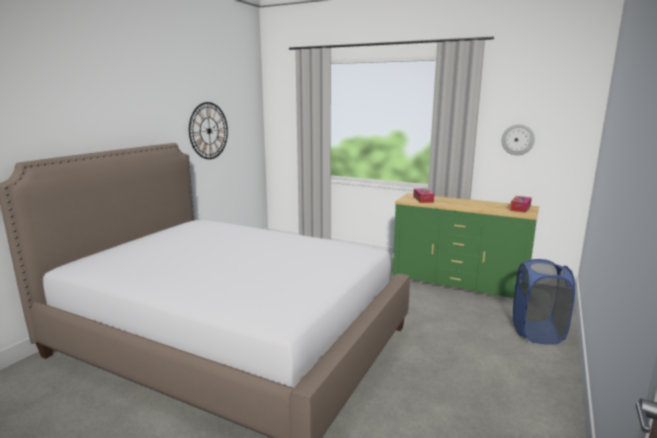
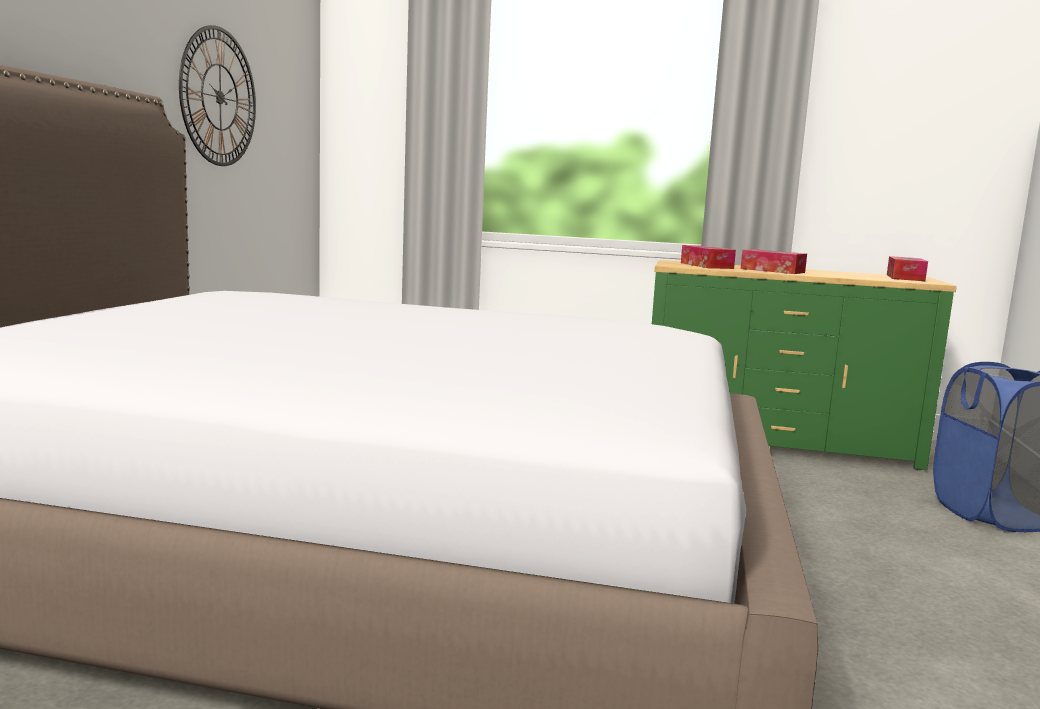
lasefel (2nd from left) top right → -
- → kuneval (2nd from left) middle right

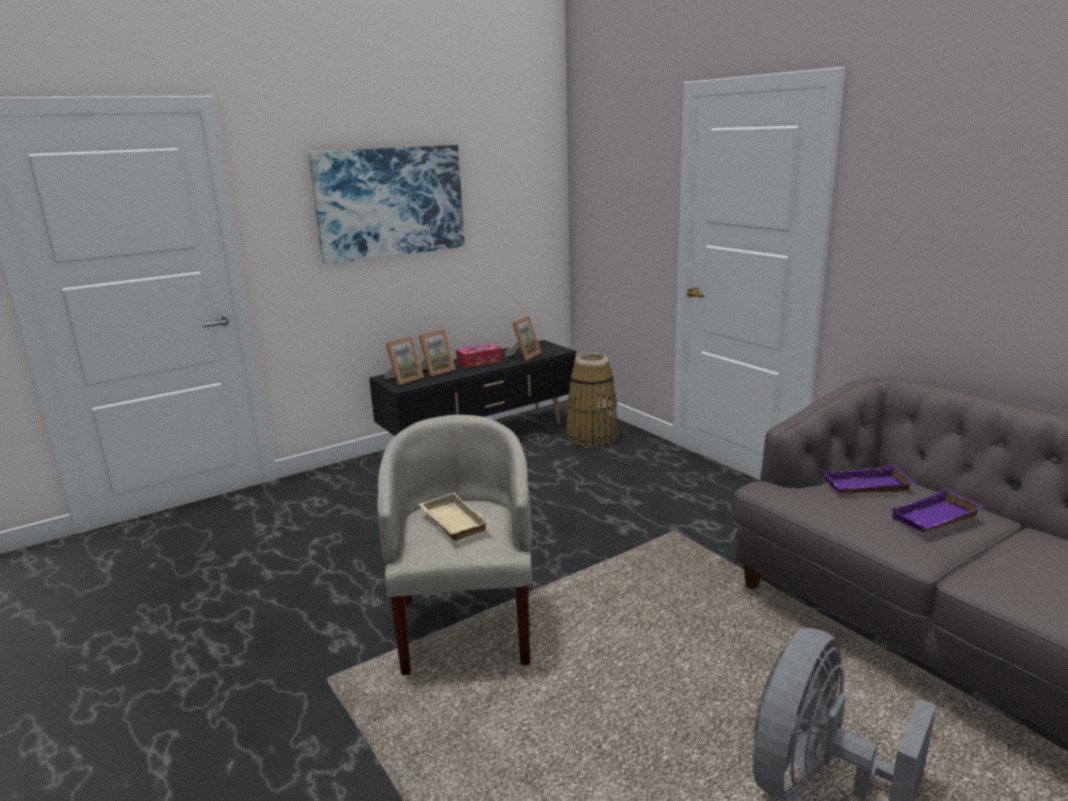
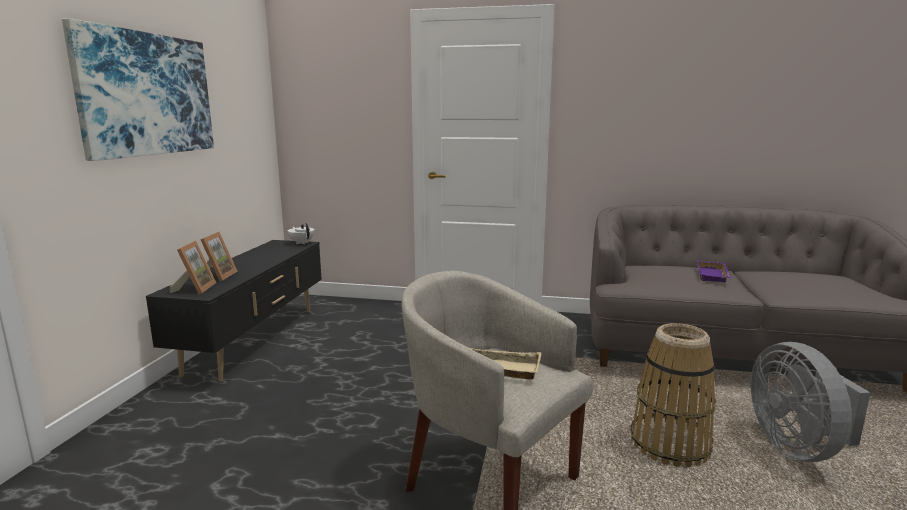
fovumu (3rd from left) centre → -
kuneval centre → -
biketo centre → biketo bottom right, move
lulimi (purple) (1st from left) middle right → -
- → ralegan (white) middle left

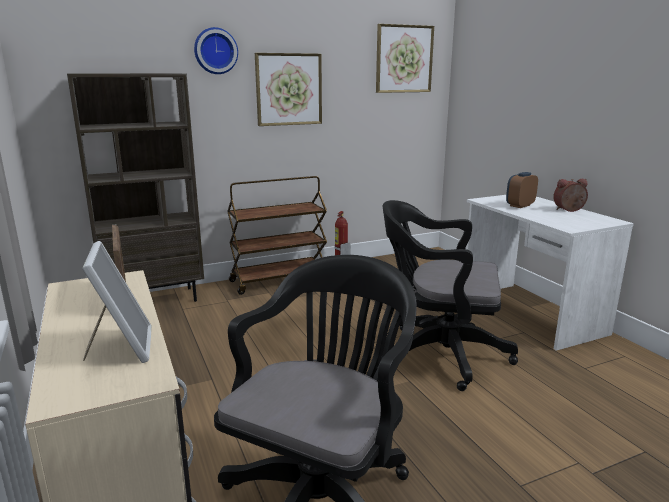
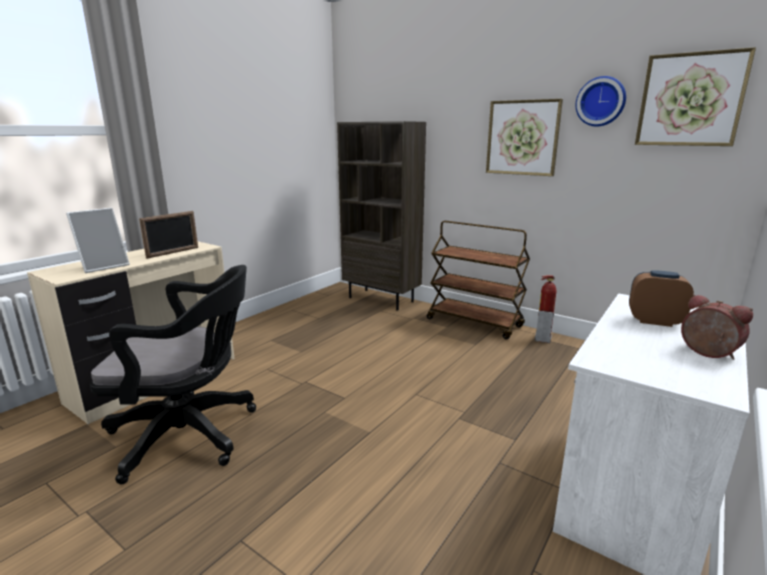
lasefel top left → lasefel top right, move
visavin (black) (2nd from left) middle right → -

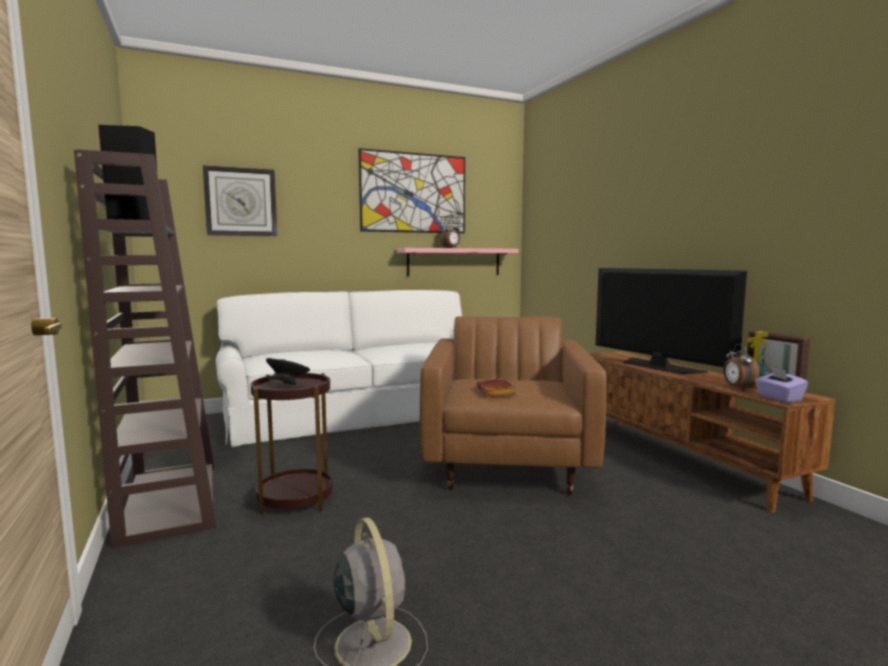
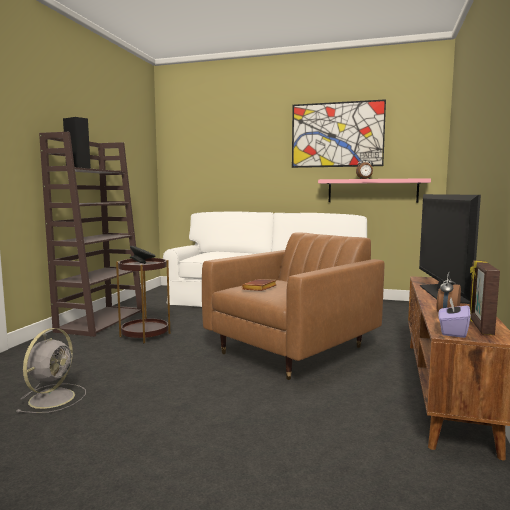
lasefel top left → -

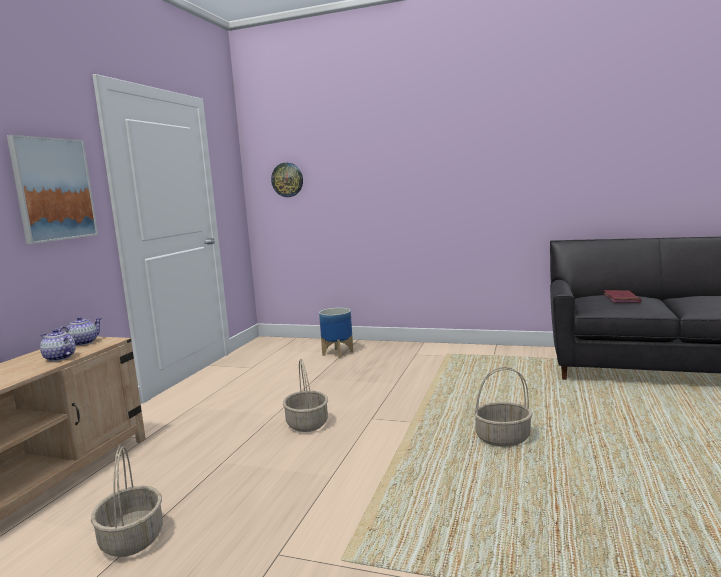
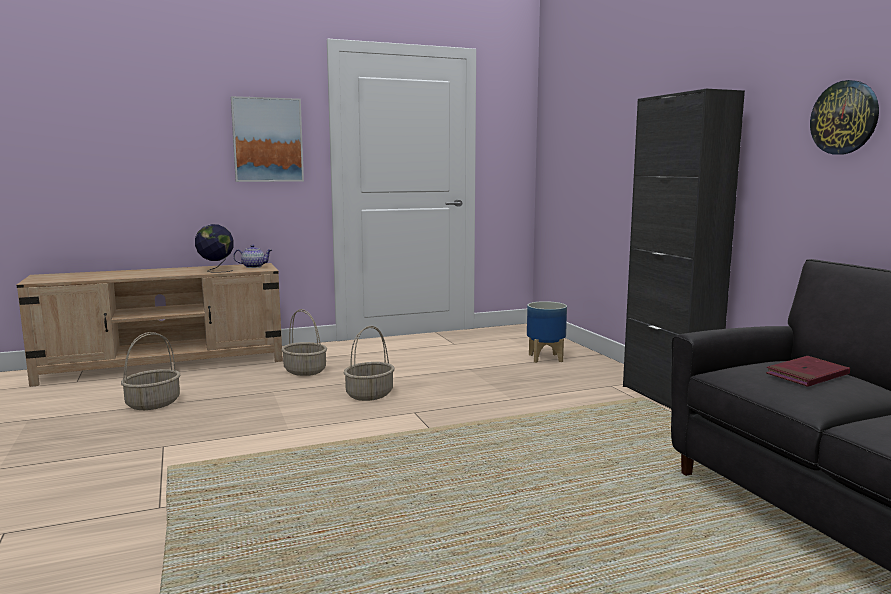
lasefel top centre → lasefel top right, move
ralegan (1st from left) middle left → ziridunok middle left
biketo (3rd from left in the first image) bottom right → biketo (2nd from left) centre, move
- → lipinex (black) middle right

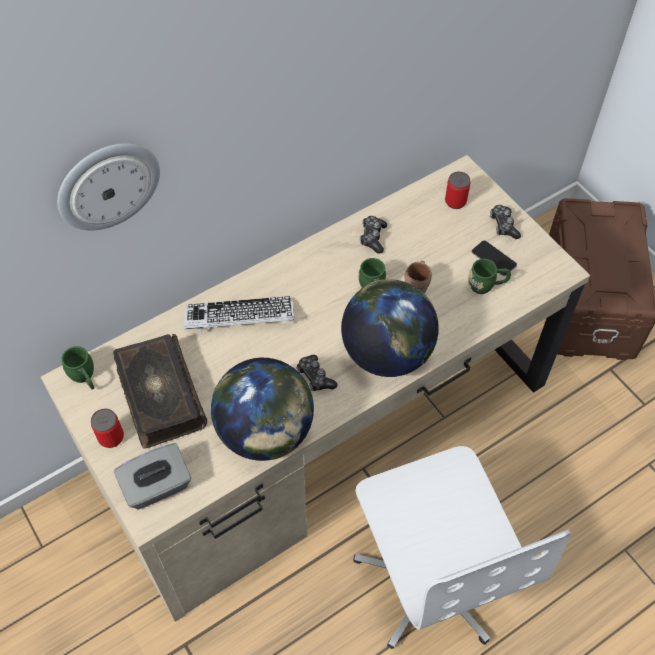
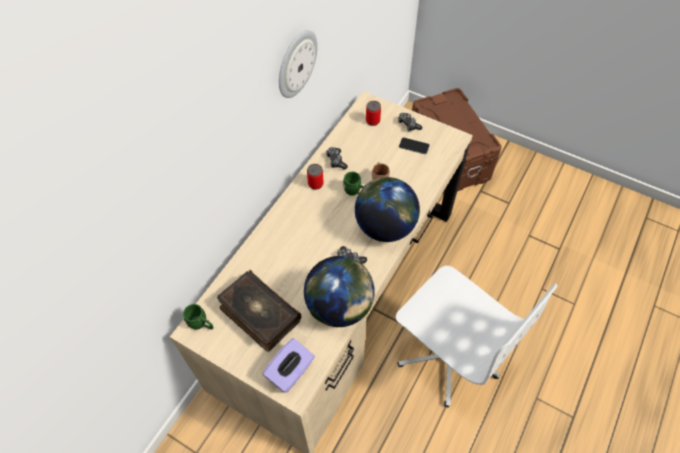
lasefel top left → lasefel top centre, move
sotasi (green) (3rd from left) middle right → -
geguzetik centre → -
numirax (1st from left) middle left → numirax (1st from left) centre, move
kuneval (grey) bottom left → kuneval (purple) bottom centre

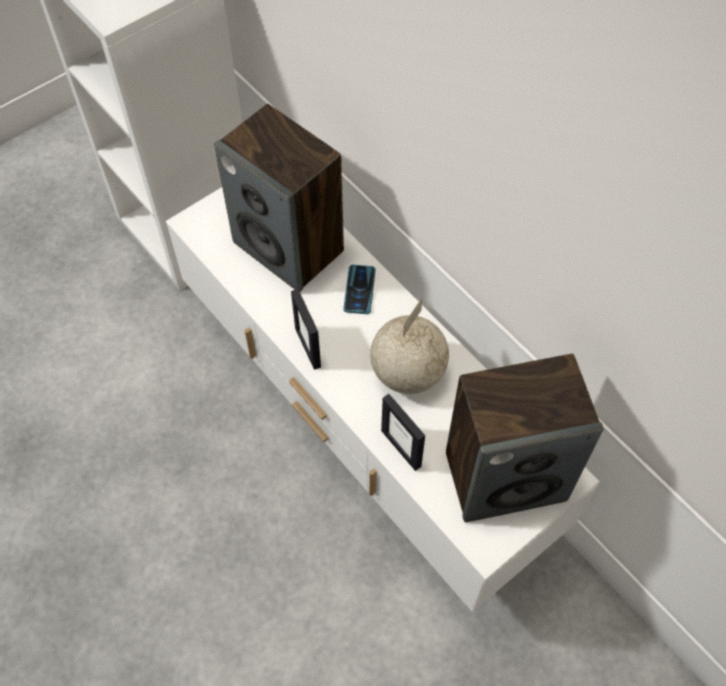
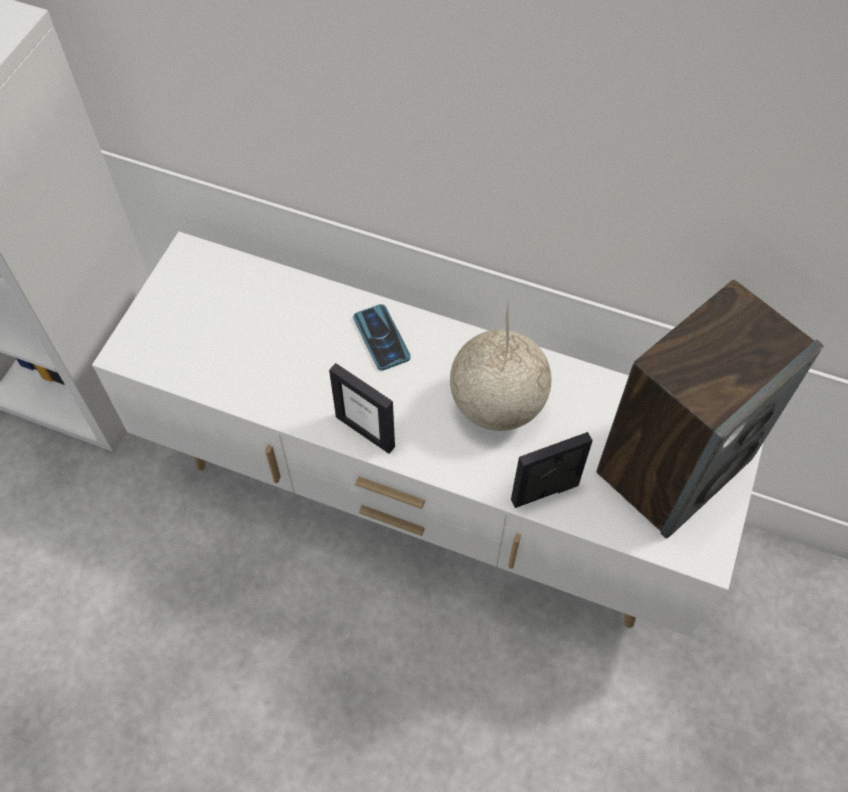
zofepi (1st from left) top centre → -
fovumu (2nd from left) centre, 135 degrees clockwise

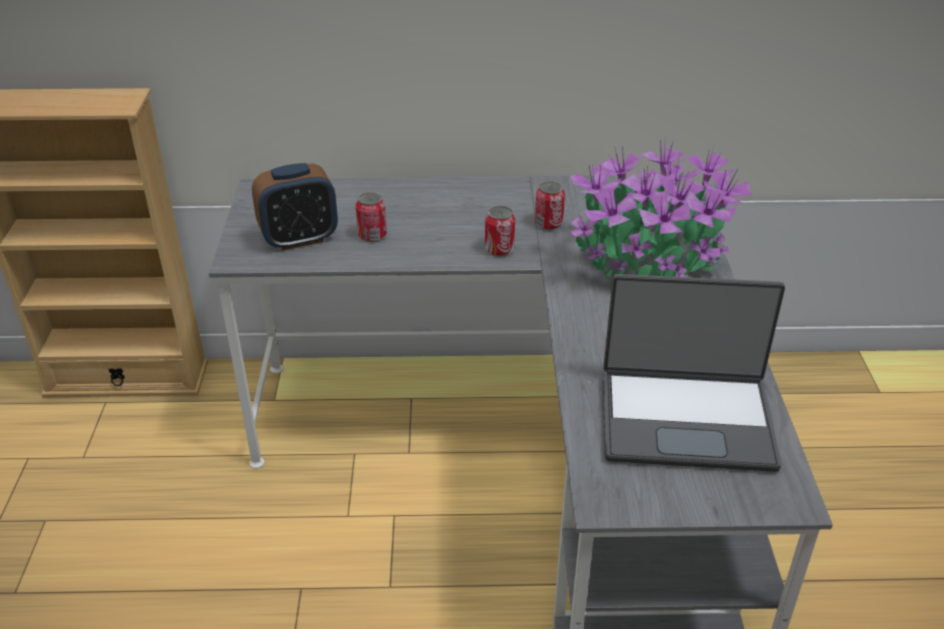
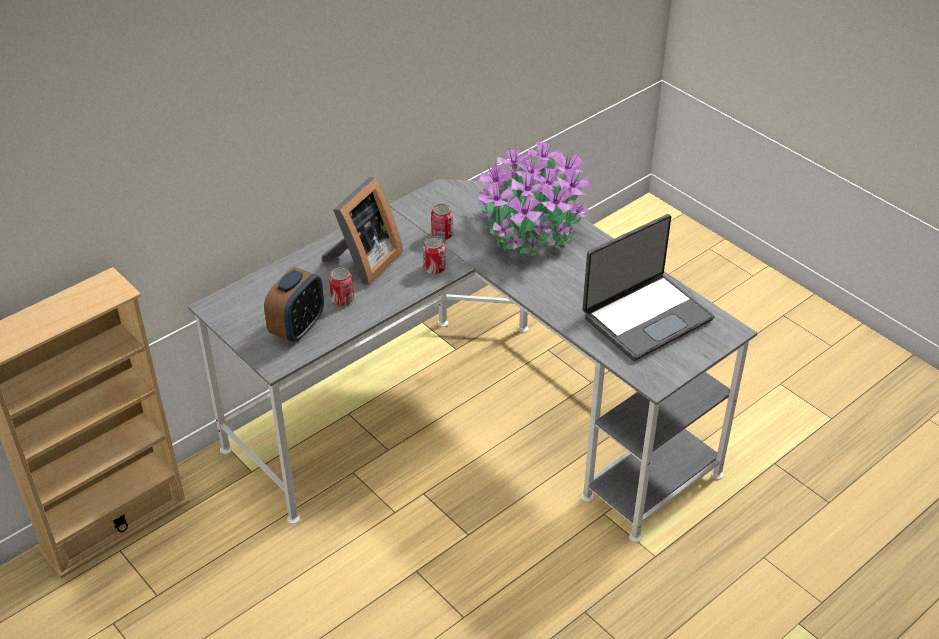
- → fovumu centre

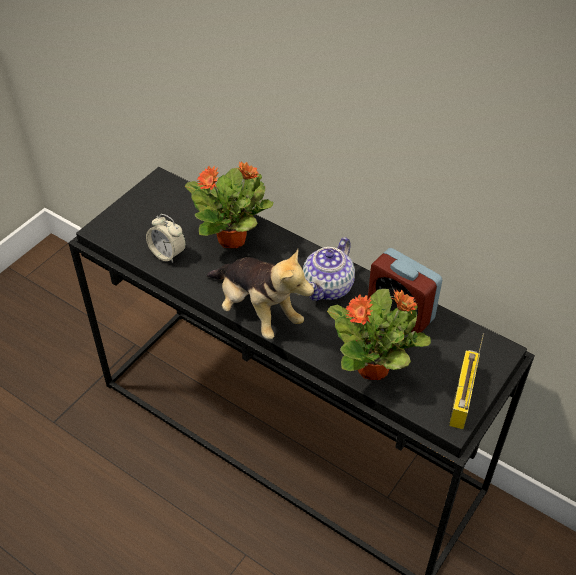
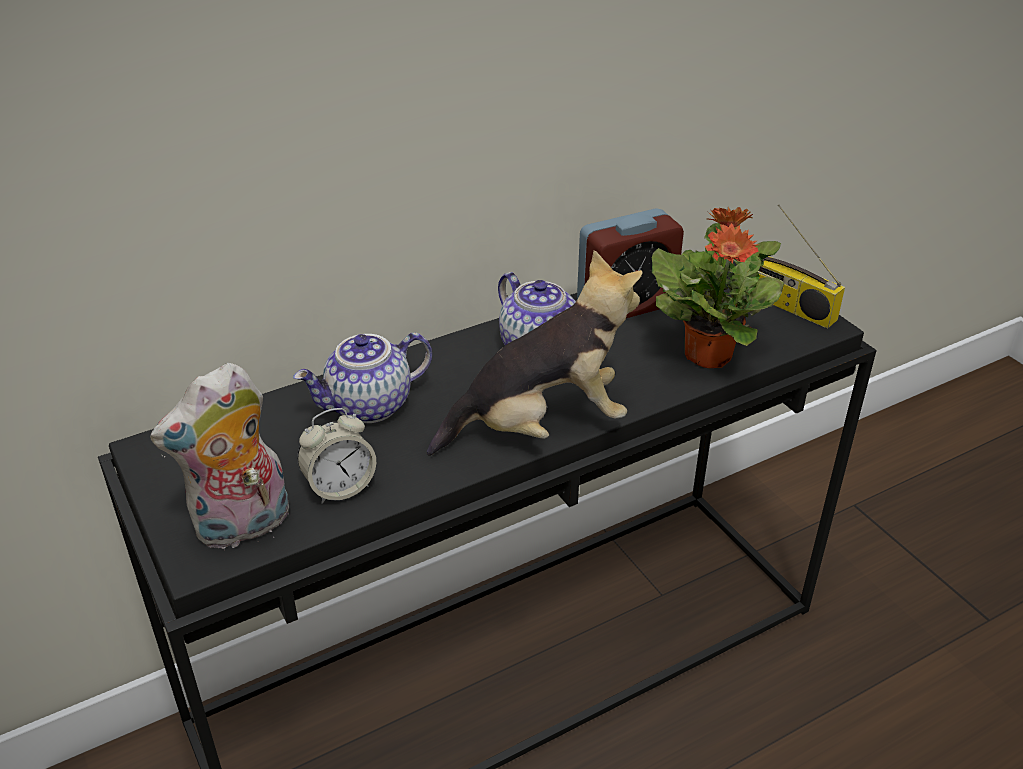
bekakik (1st from left) centre → ralegan (1st from left) centre
- → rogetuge (1st from left) middle left

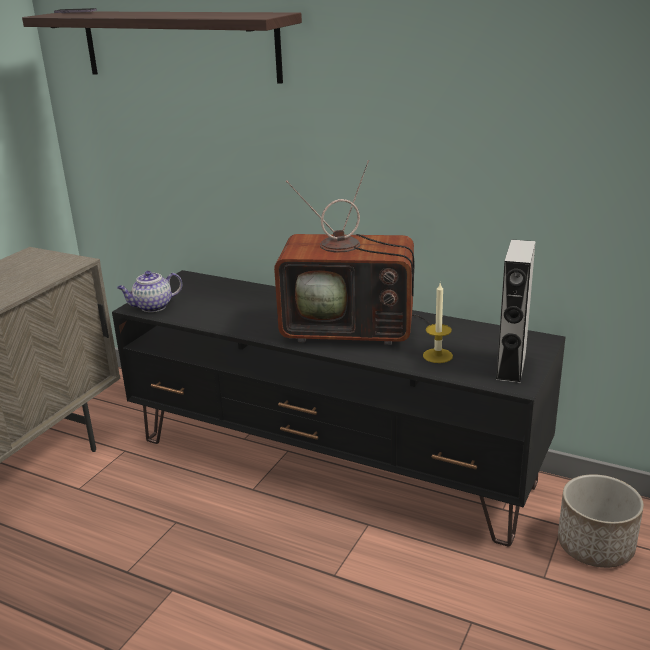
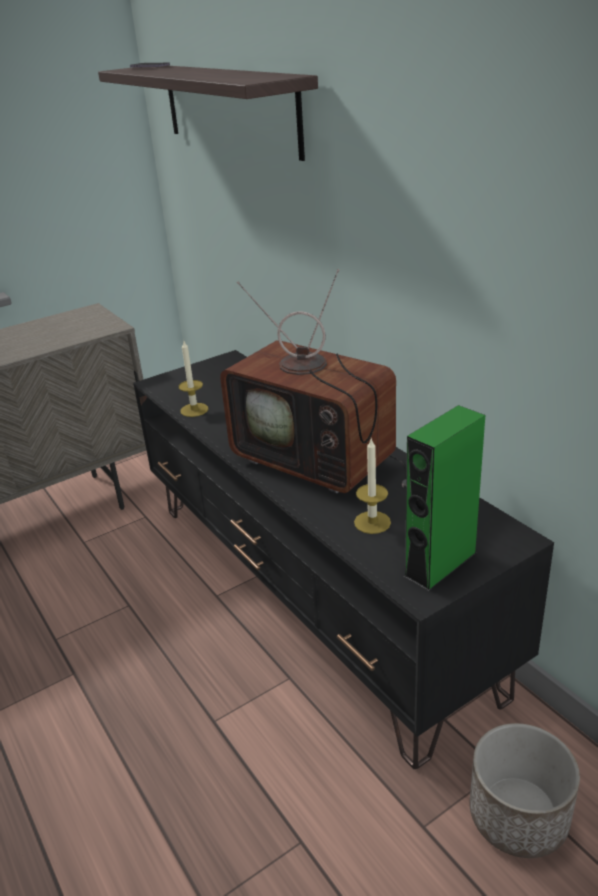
zofepi (grey) middle right → zofepi (green) middle right
ralegan middle left → -
- → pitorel (1st from left) middle left

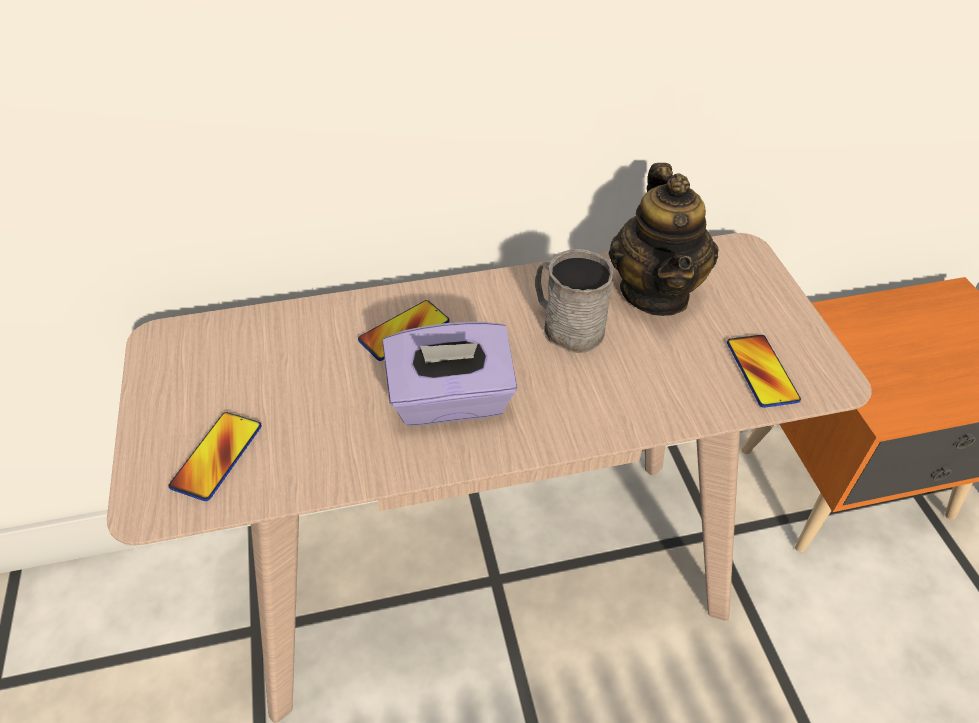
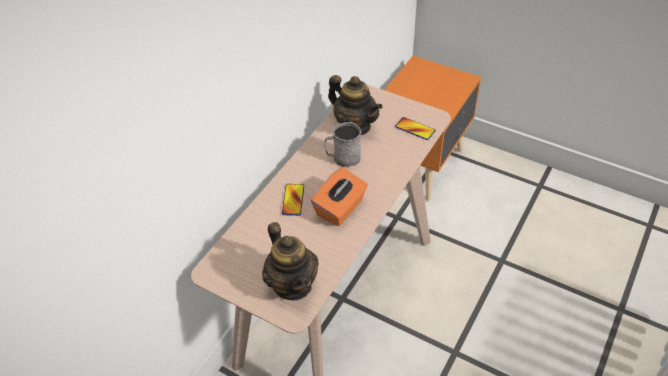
kuneval (purple) centre → kuneval (orange) centre
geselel (1st from left) middle left → ralegan (1st from left) bottom centre

